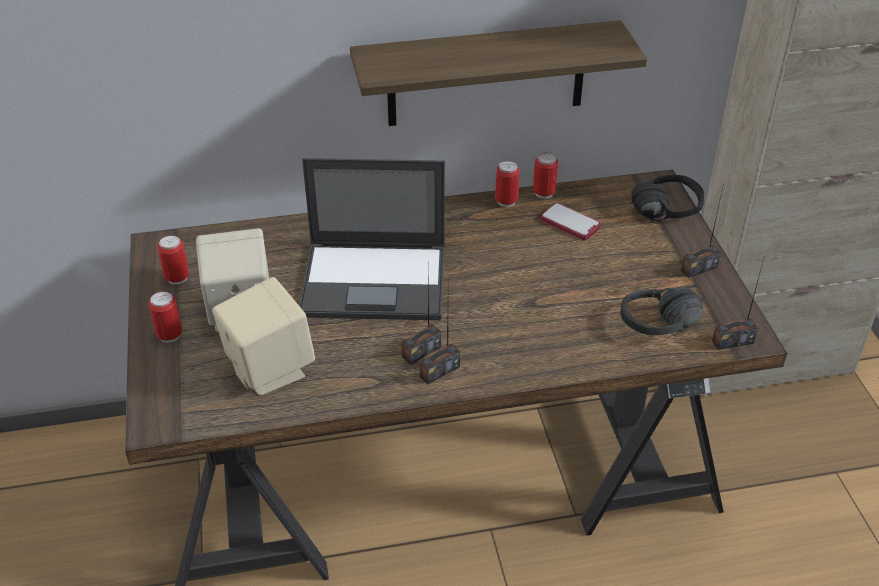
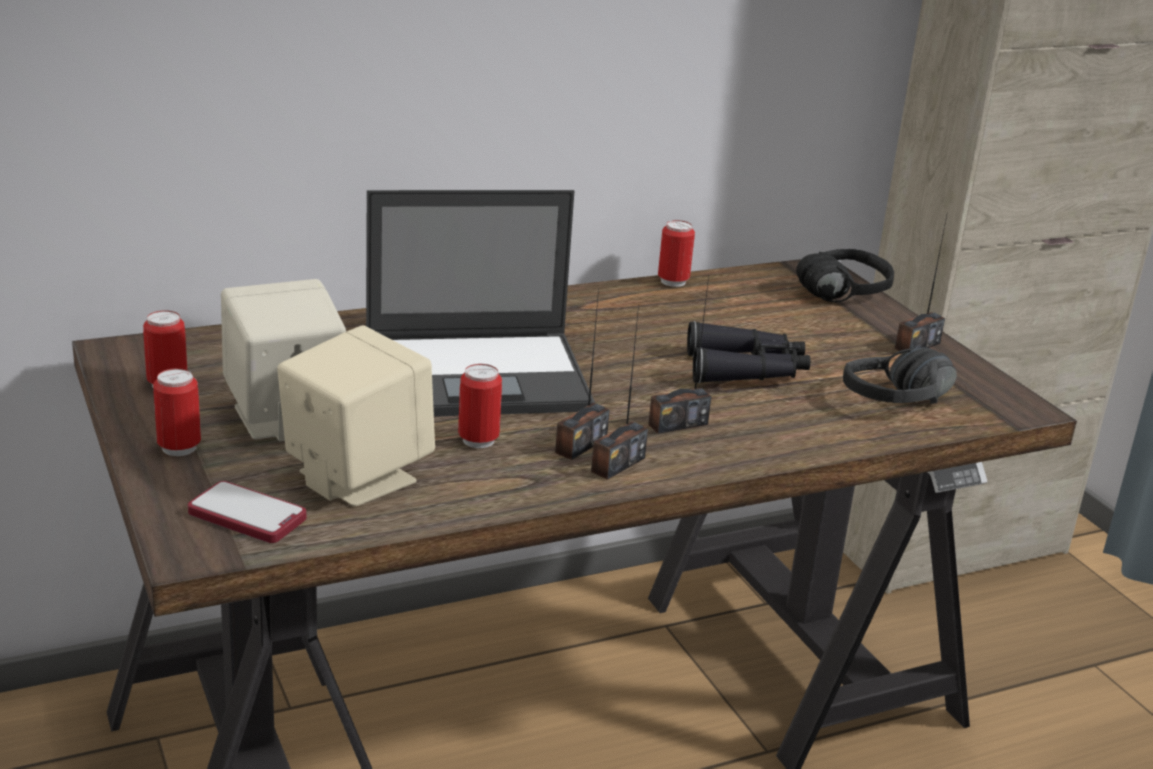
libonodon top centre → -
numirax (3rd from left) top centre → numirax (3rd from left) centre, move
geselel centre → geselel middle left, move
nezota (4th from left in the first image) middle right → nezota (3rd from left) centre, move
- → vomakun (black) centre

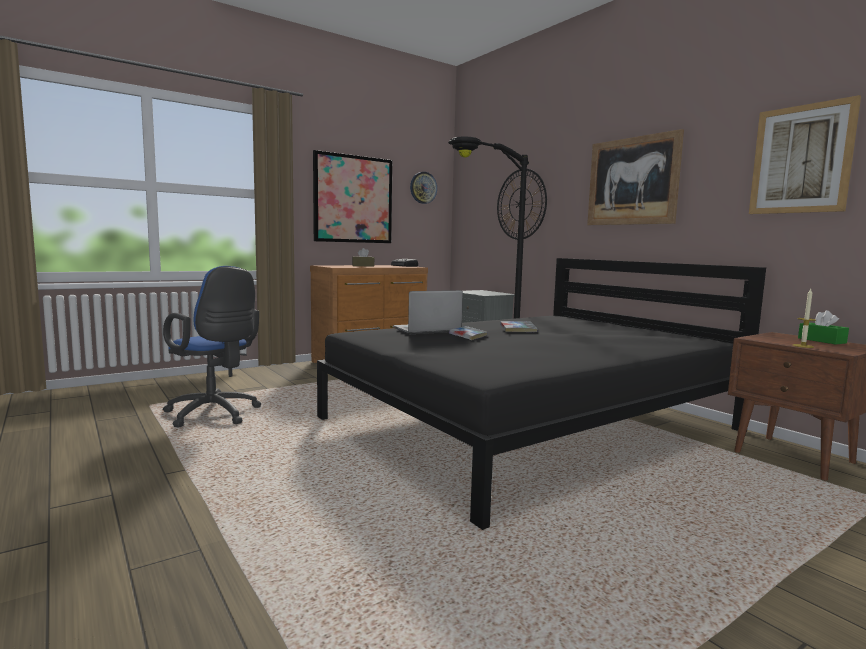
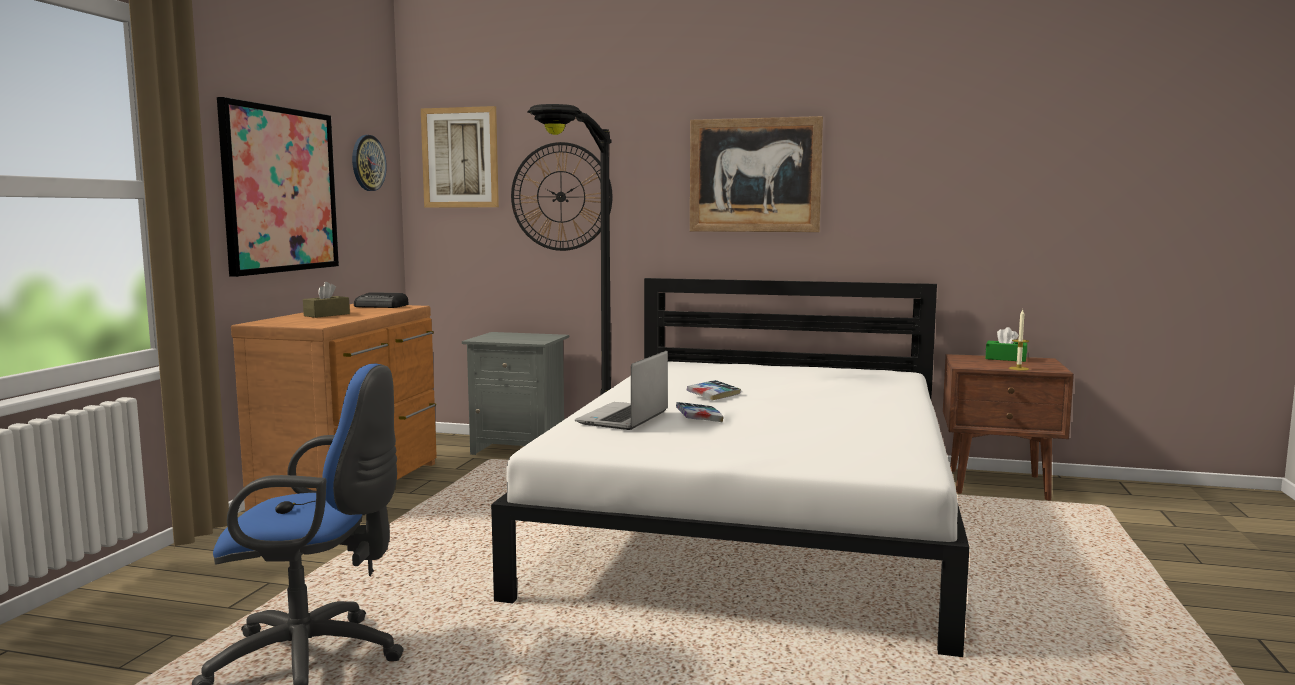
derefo (3rd from left in the first image) top right → derefo (2nd from left) top centre, move
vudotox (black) centre → vudotox (white) bottom centre

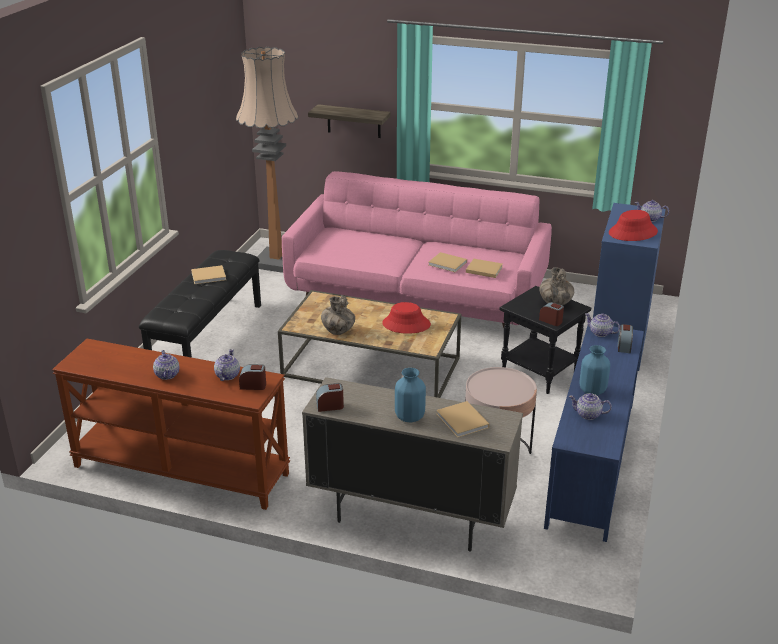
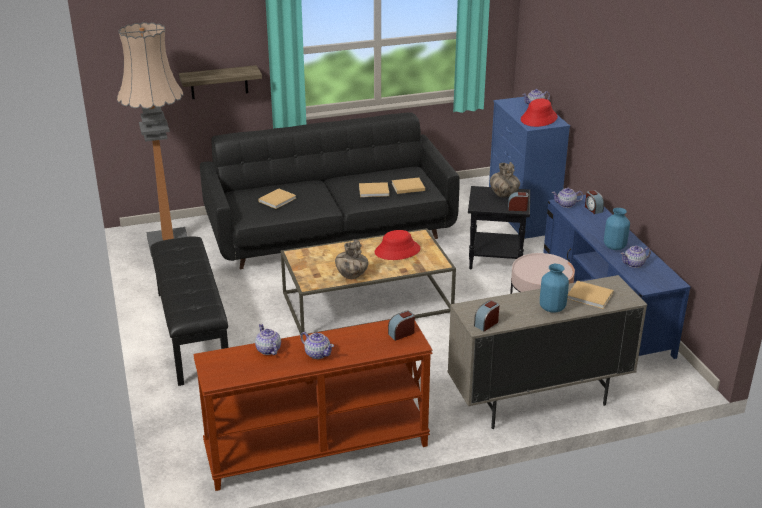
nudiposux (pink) centre → nudiposux (black) centre
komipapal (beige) (1st from left) middle left → komipapal (beige) (1st from left) centre, move
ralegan (2nd from left in the first image) middle left → ralegan (1st from left) bottom centre, move

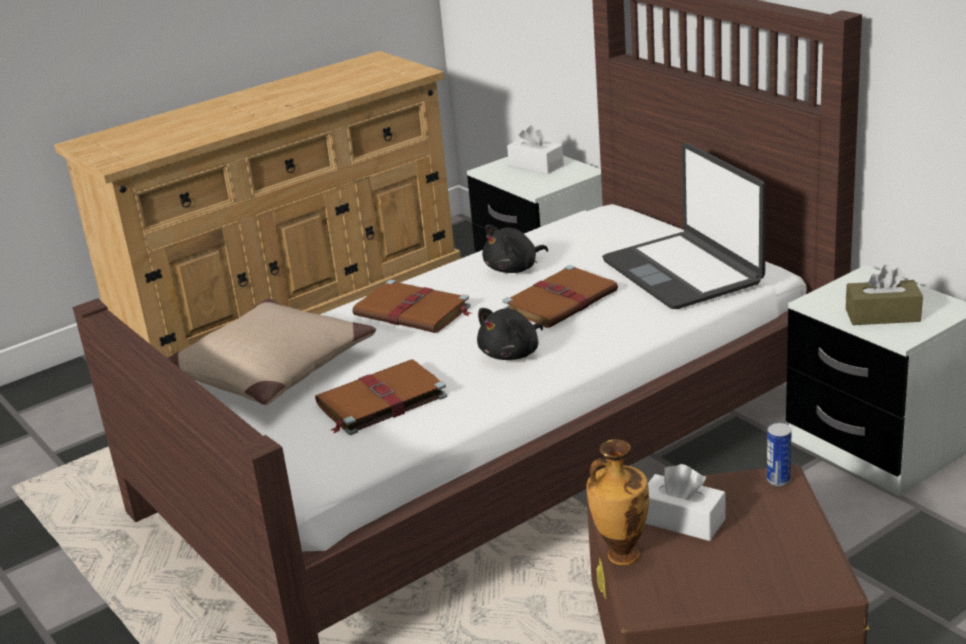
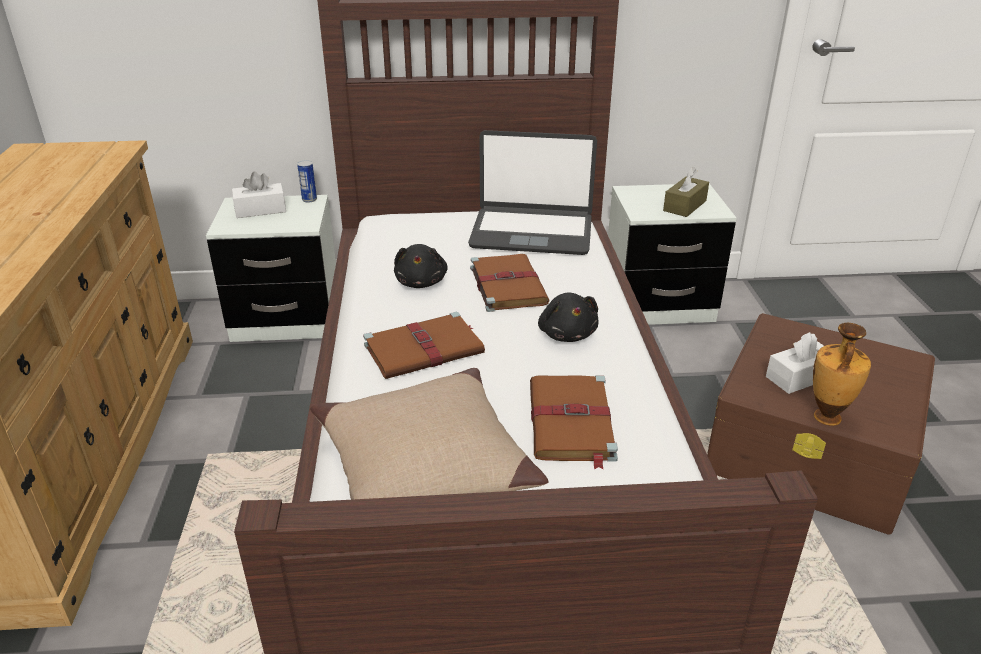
numirax bottom right → numirax top left, move

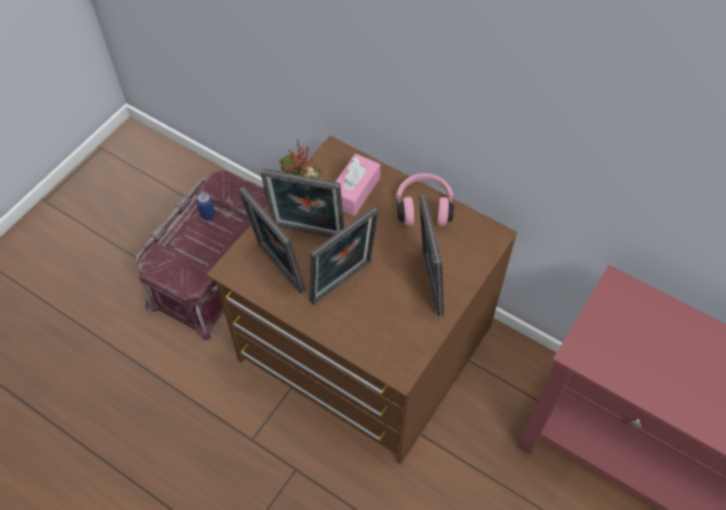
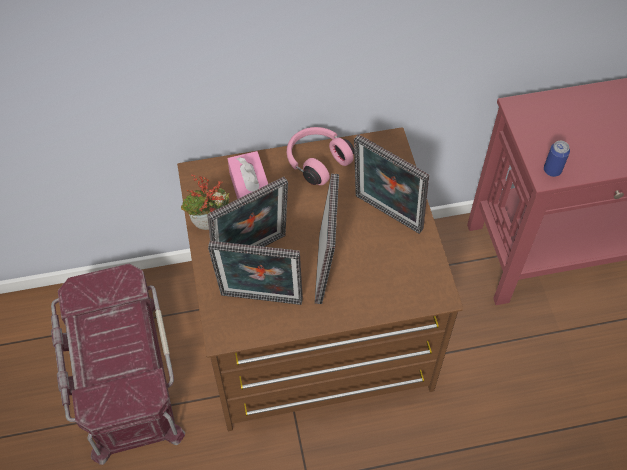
numirax middle left → numirax middle right, move

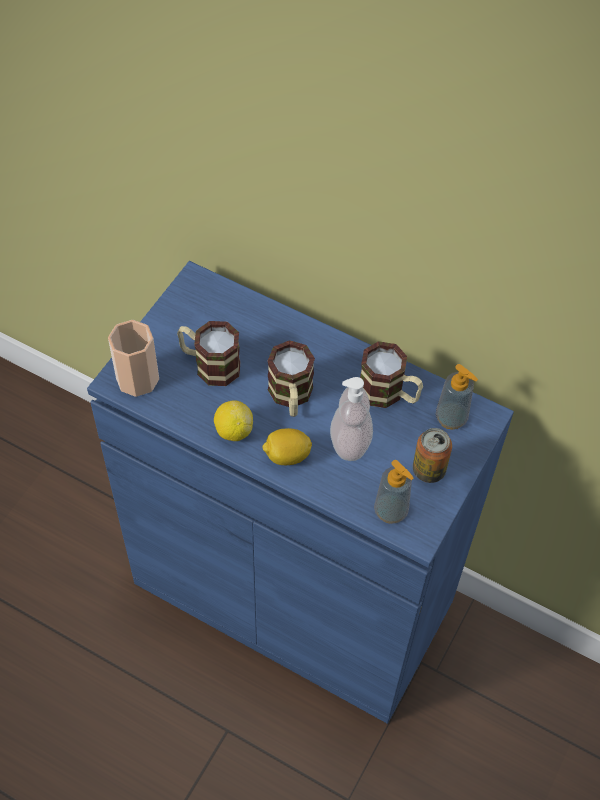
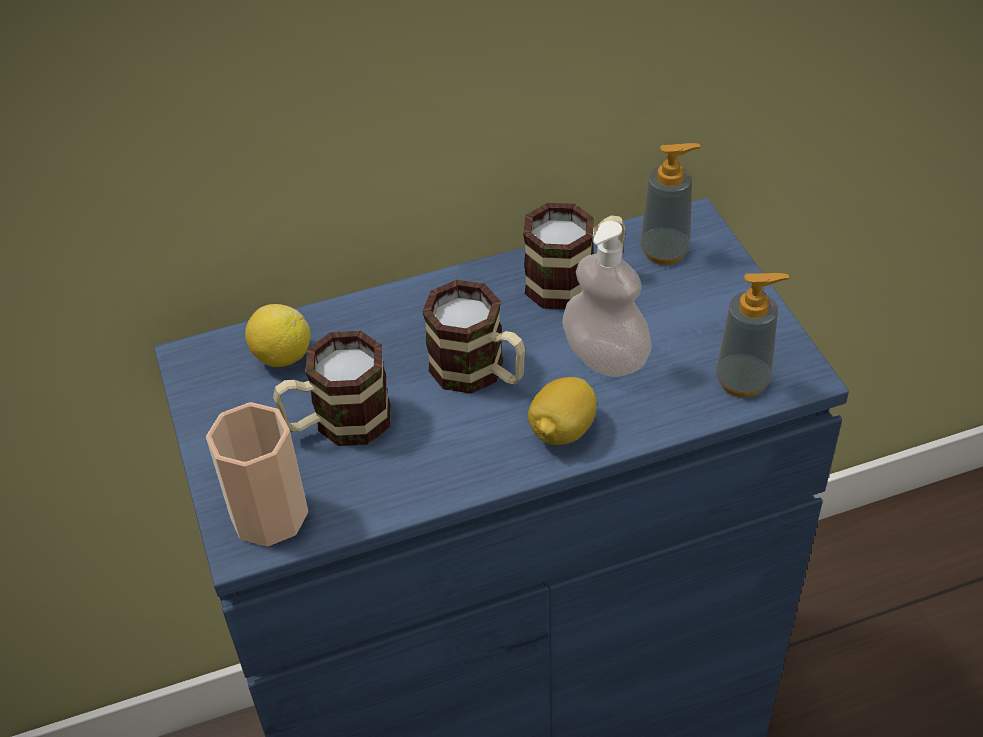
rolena (1st from left) centre → rolena (1st from left) middle left, move
numirax middle right → -

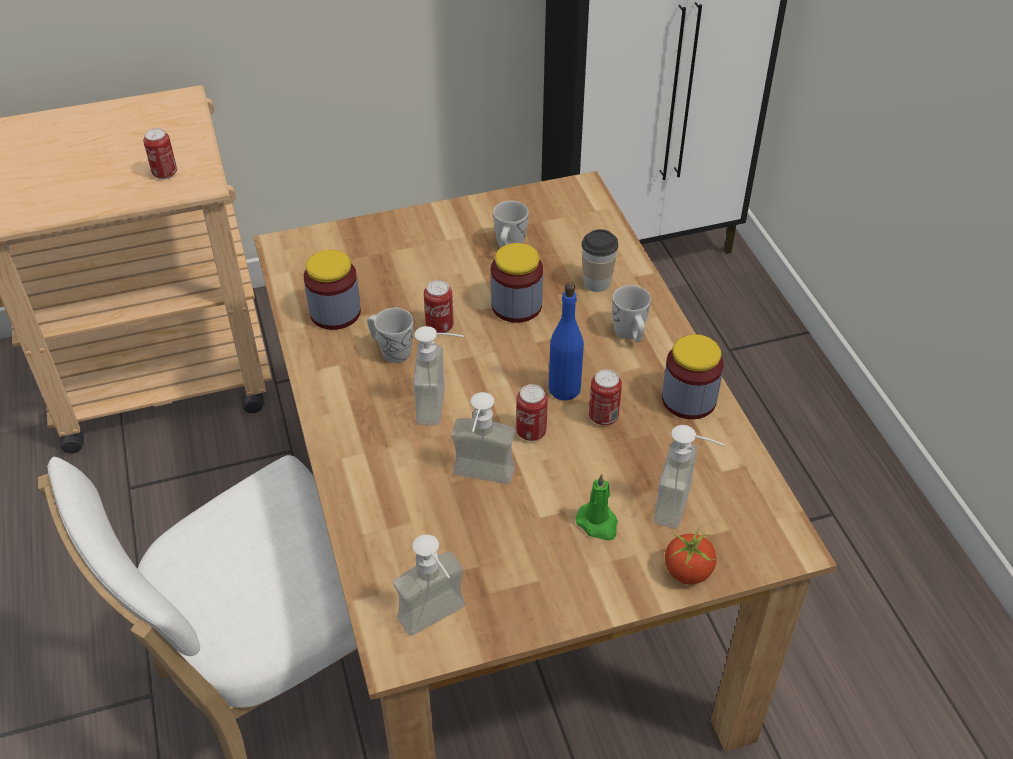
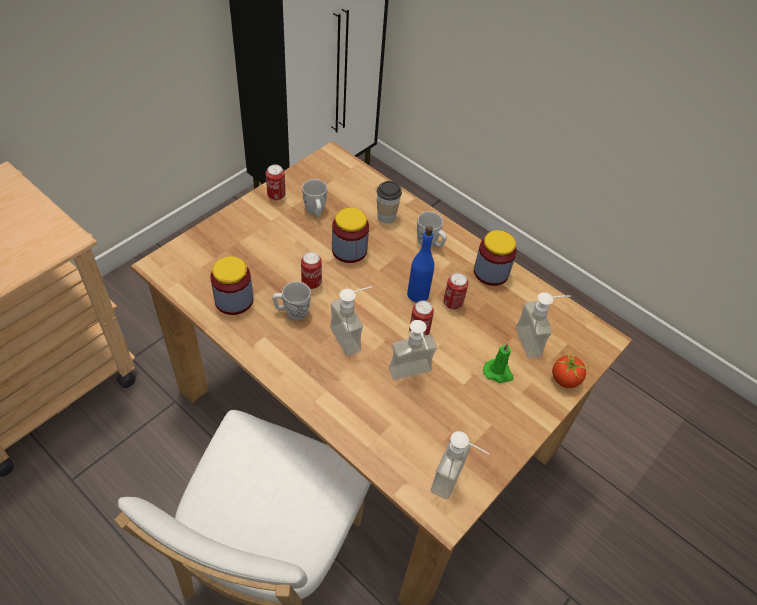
numirax (1st from left) top left → numirax (1st from left) top centre, move

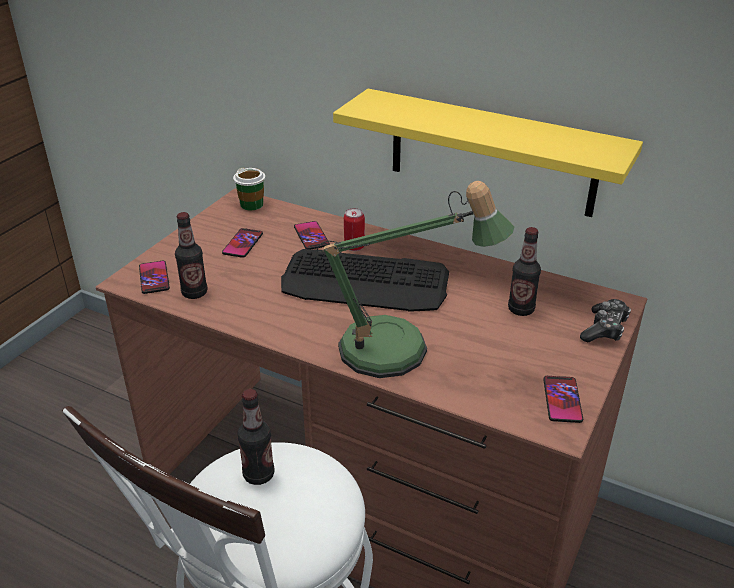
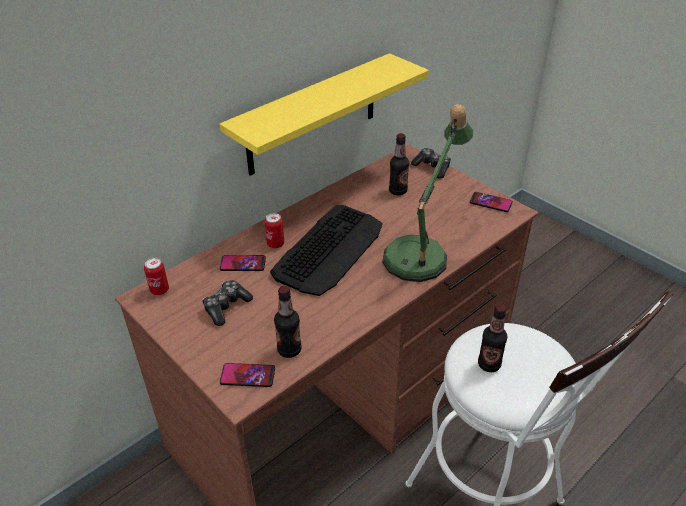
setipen top centre → numirax (1st from left) middle left
geselel (2nd from left) middle left → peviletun (1st from left) middle left

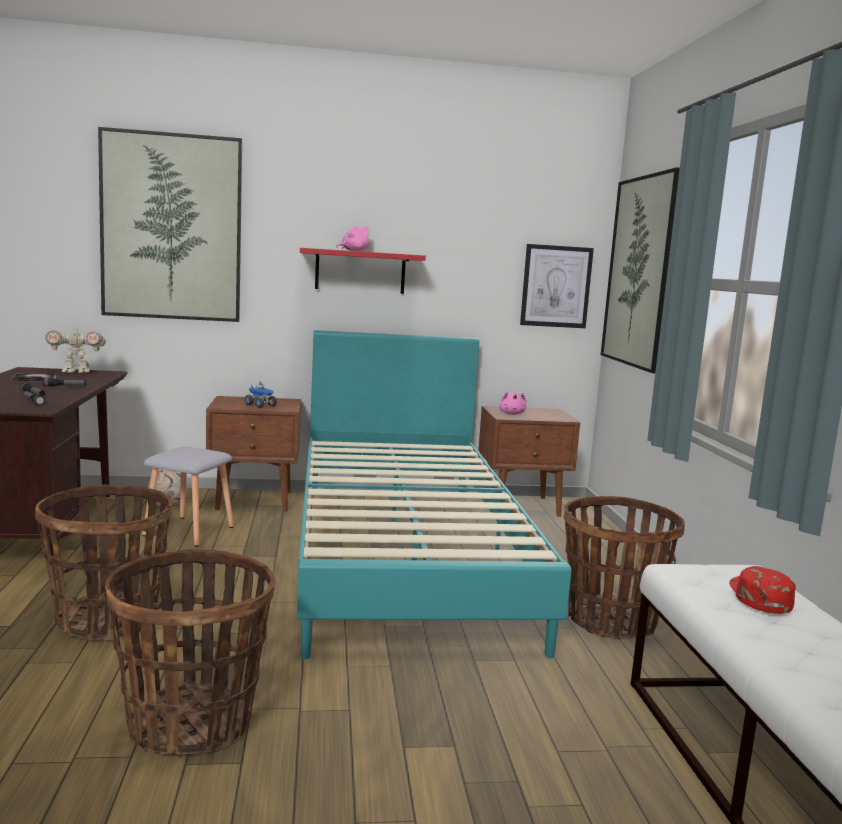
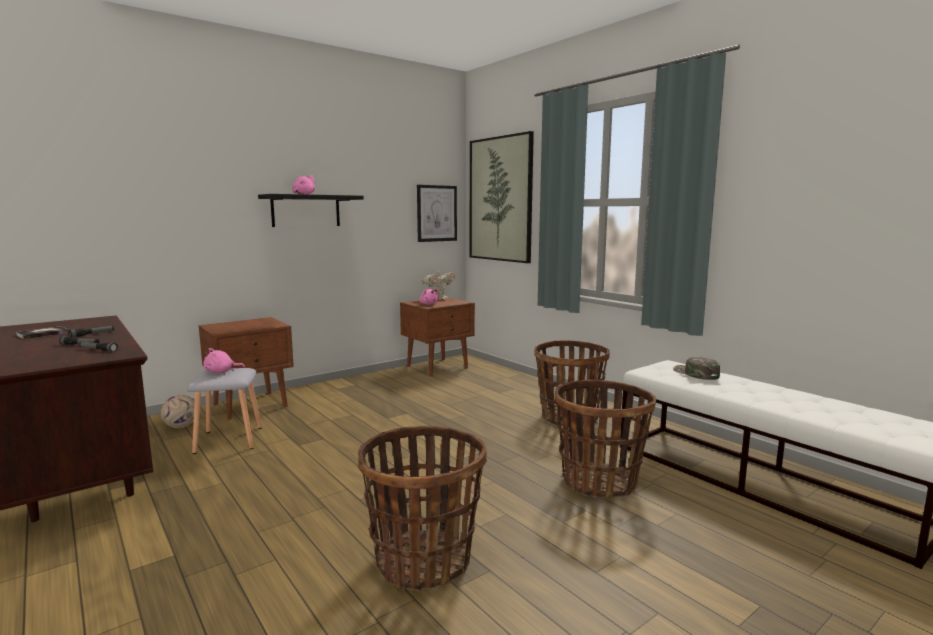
derefo (1st from left) top left → -
libonodon (red) top centre → libonodon (black) top centre
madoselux middle left → madoselux centre, move
vudotox (turquoise) centre → -
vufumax middle left → -
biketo (1st from left in the first image) bottom left → biketo (3rd from left) bottom centre, move
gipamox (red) bottom right → gipamox (green) middle right
- → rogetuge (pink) (1st from left) middle left

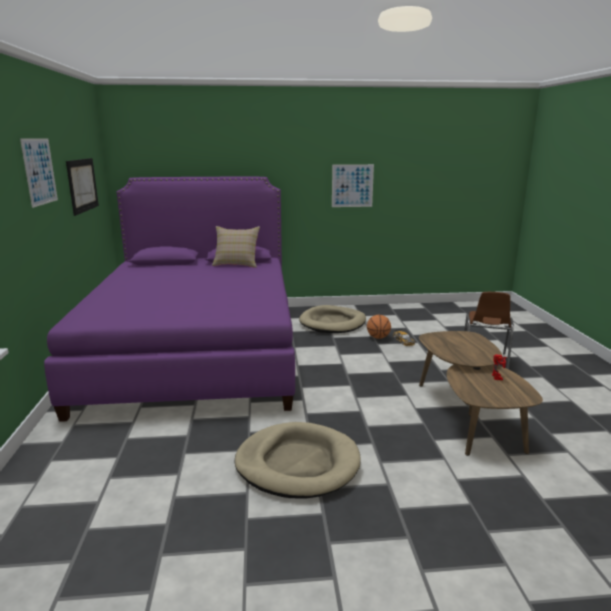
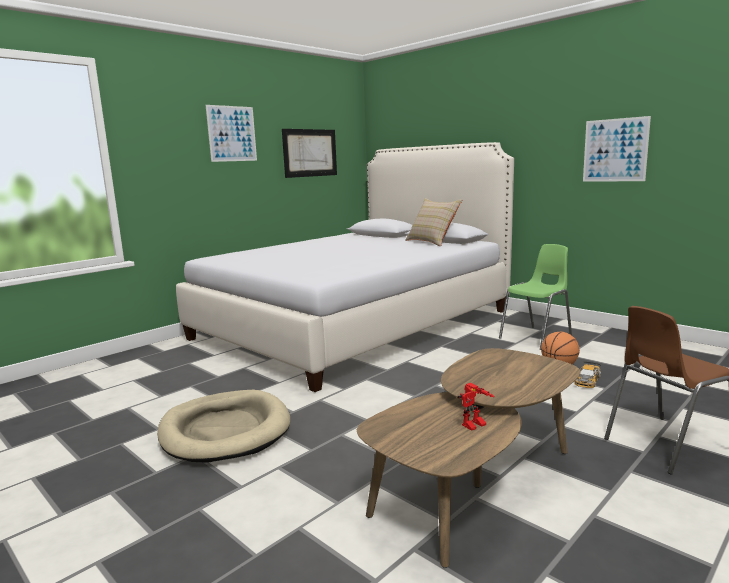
vudotox (purple) middle left → vudotox (white) centre
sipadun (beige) (2nd from left) centre → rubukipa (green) middle right

